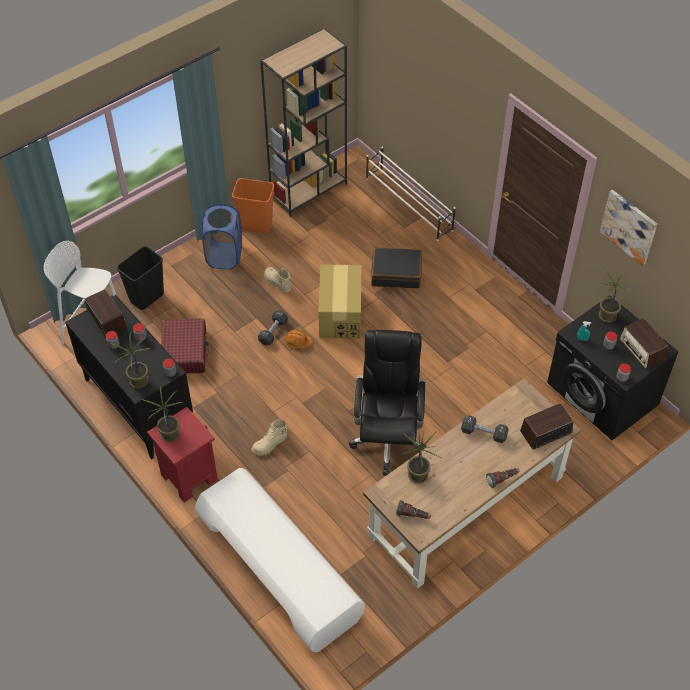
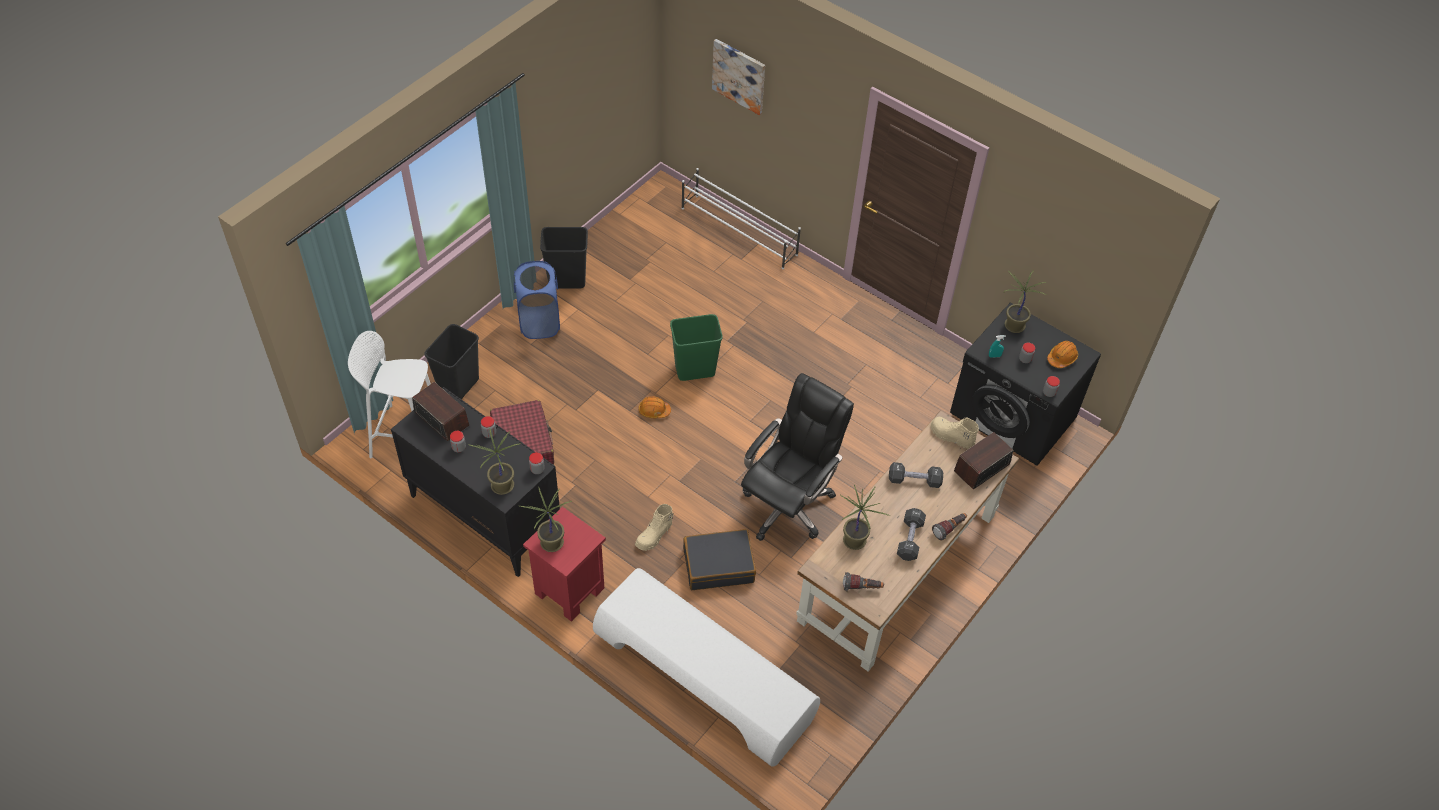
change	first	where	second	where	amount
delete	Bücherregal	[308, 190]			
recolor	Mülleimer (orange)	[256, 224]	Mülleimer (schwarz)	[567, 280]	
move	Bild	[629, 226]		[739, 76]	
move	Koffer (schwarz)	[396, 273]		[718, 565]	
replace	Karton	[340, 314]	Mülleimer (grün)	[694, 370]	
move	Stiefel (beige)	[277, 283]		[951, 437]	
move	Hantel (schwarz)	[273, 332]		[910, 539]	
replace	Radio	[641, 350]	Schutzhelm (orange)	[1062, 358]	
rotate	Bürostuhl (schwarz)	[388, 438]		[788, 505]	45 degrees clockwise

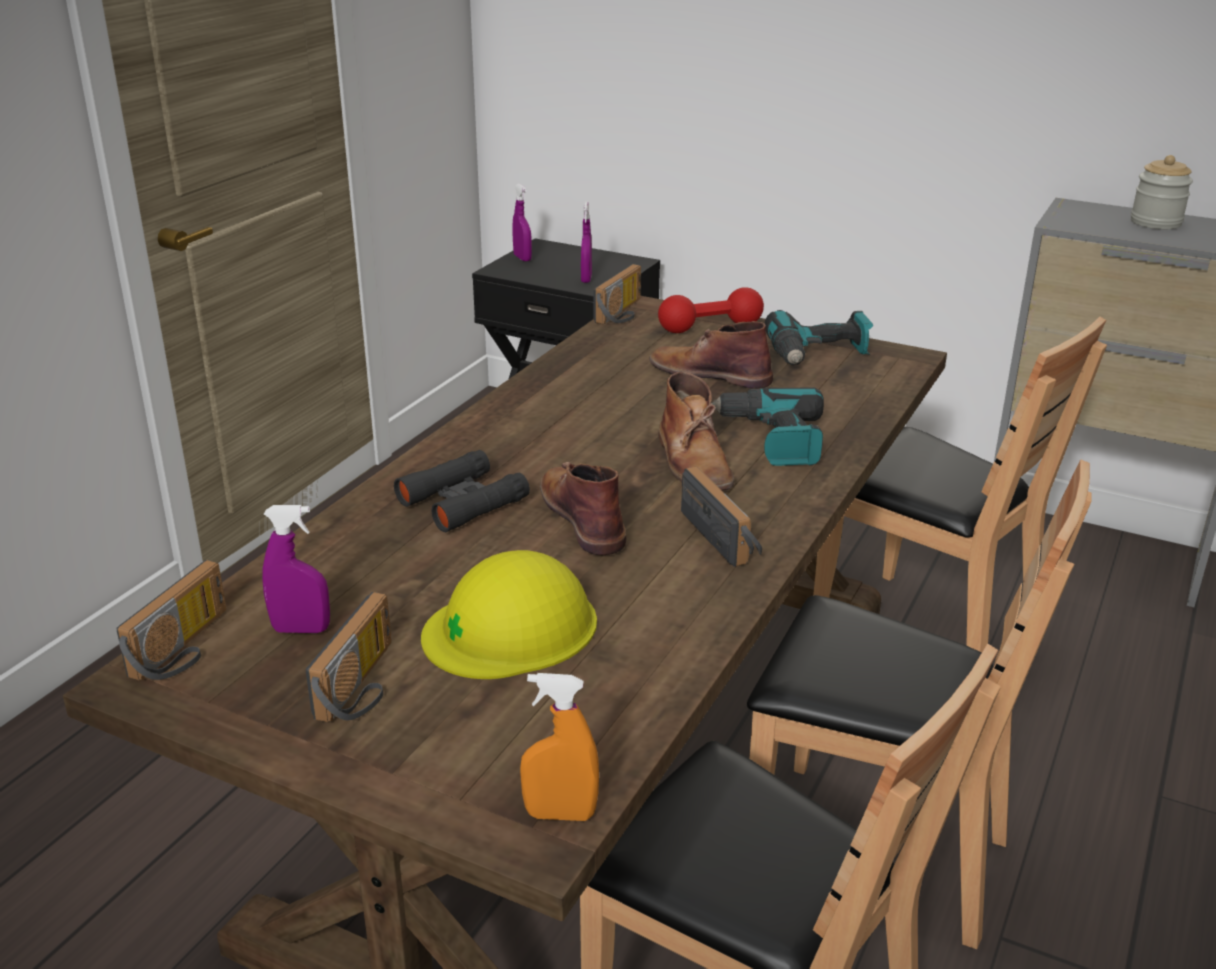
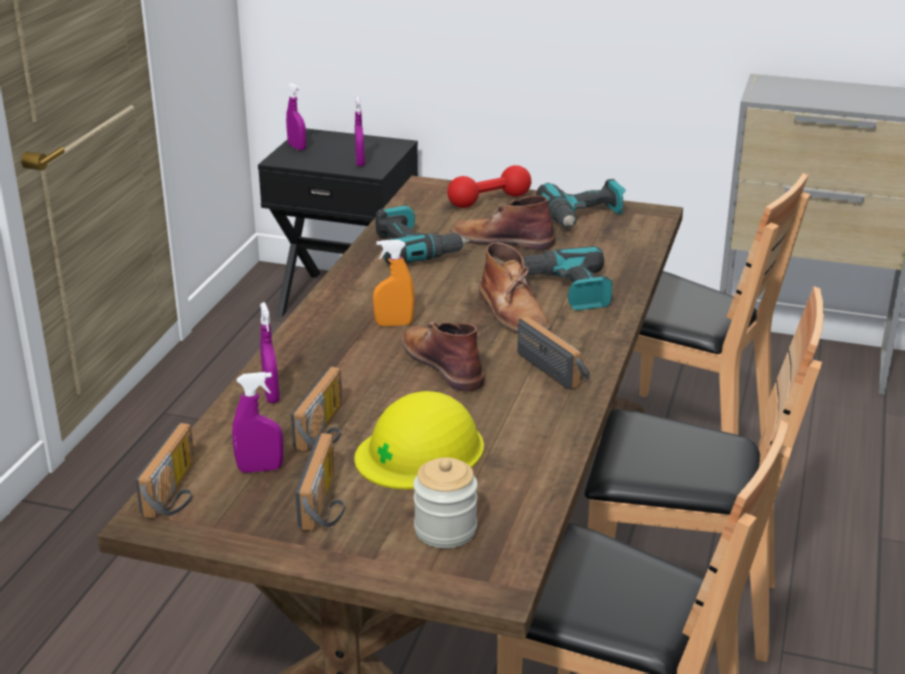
change	first	where	second	where	amount
move	Vorratsglas	[1155, 222]		[445, 530]	
move	Radio	[623, 313]		[326, 429]	
delete	Fernglas (schwarz)	[463, 501]			
move	Sprühflasche (orange)	[560, 814]		[394, 324]	
insert			Bohrmaschine	[415, 249]	
insert			Sprühflasche (lila)	[271, 395]	

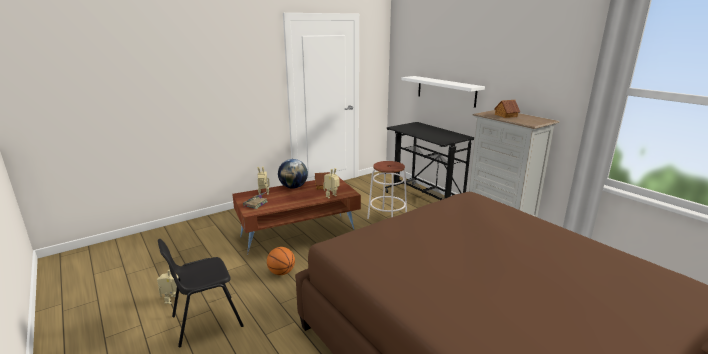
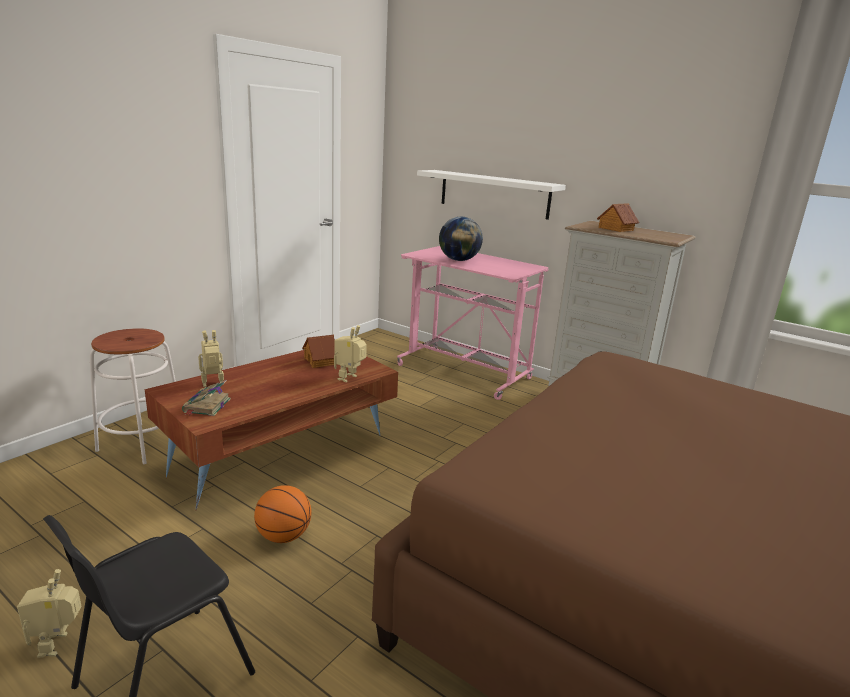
change	first	where	second	where	amount
recolor	Schreibtisch (schwarz)	[424, 199]	Schreibtisch (rosa)	[464, 372]	
move	Globus	[293, 187]		[458, 260]	
move	Hocker (weiß)	[387, 217]		[142, 443]	

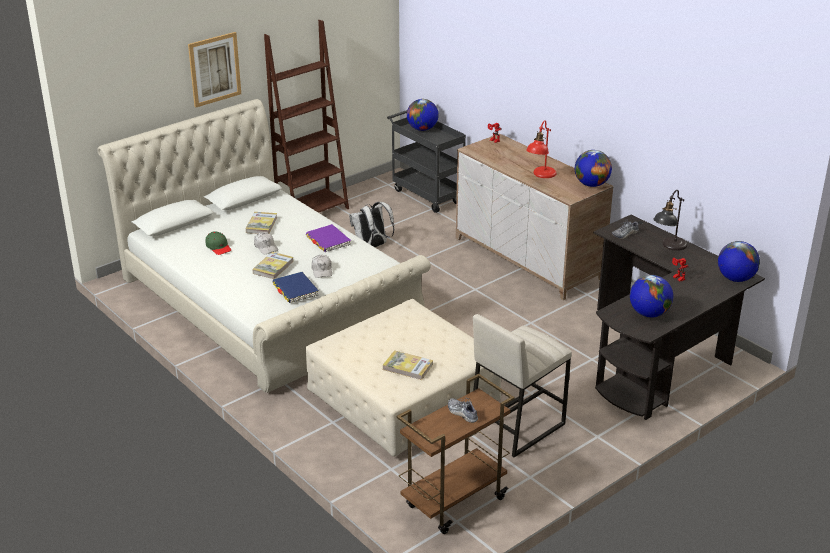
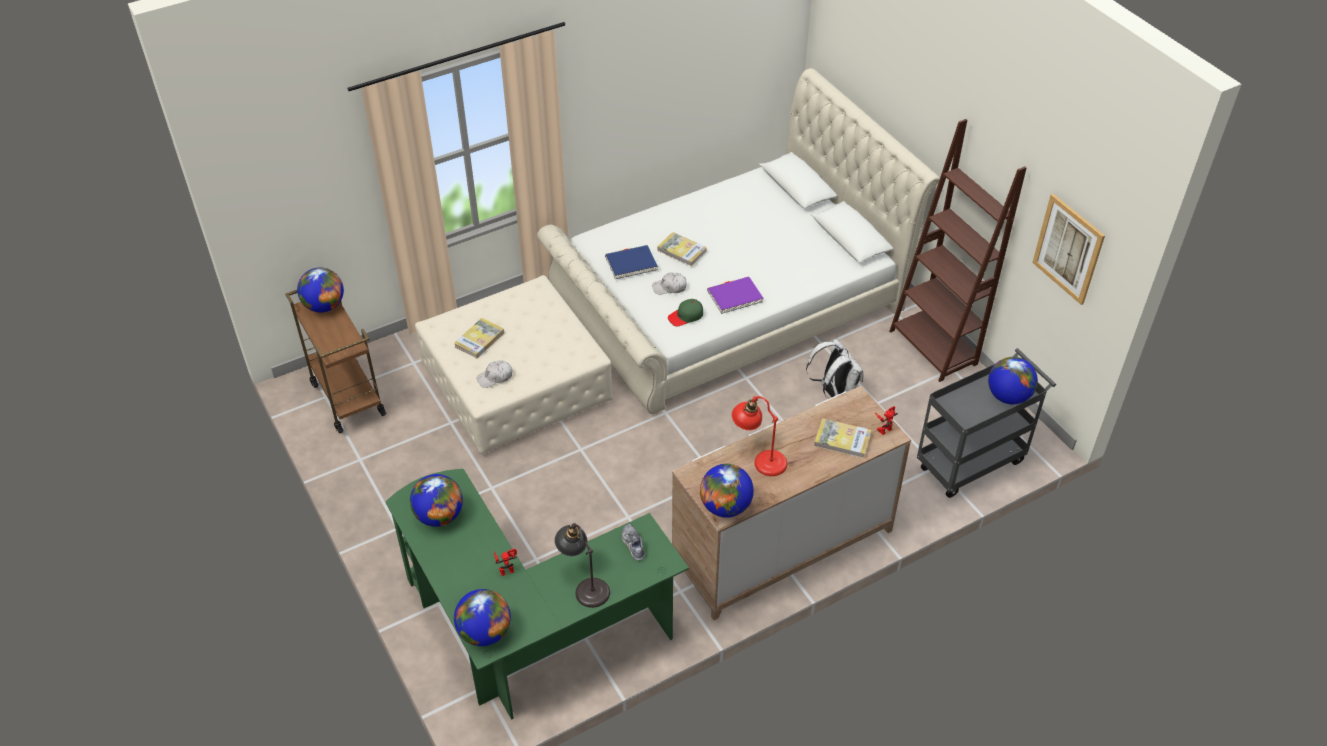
change	first	where	second	where	amount
move	Bild	[214, 69]		[1068, 249]	
move	Buch	[261, 225]		[842, 440]	
recolor	Schreibtisch (schwarz)	[660, 354]	Schreibtisch (grün)	[526, 633]	
move	Kappe (grün)	[218, 247]		[686, 316]	
move	Kappe (weiß)	[265, 247]		[495, 377]	
delete	Hocker (beige)	[517, 426]			
delete	Schuh	[462, 413]			
insert			Globus	[324, 306]	

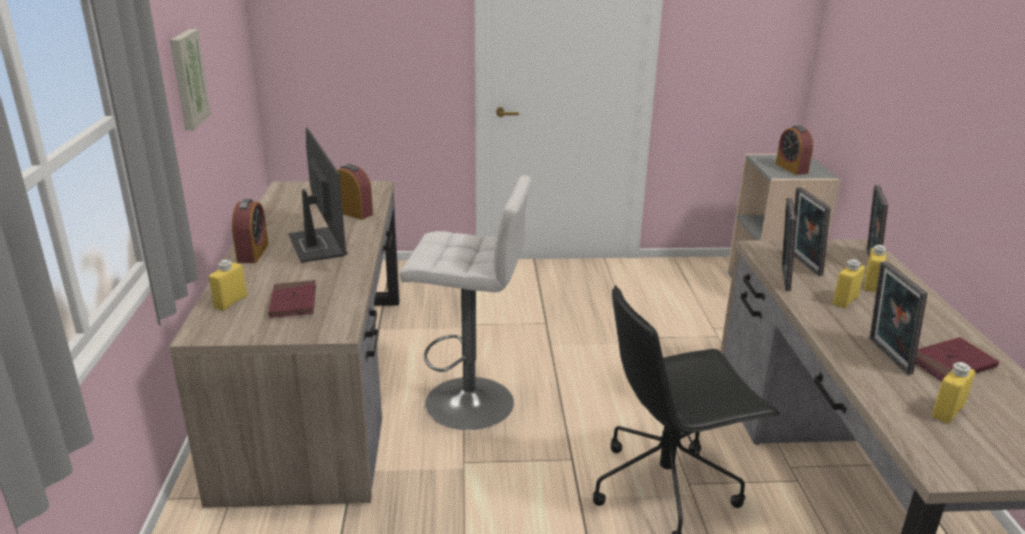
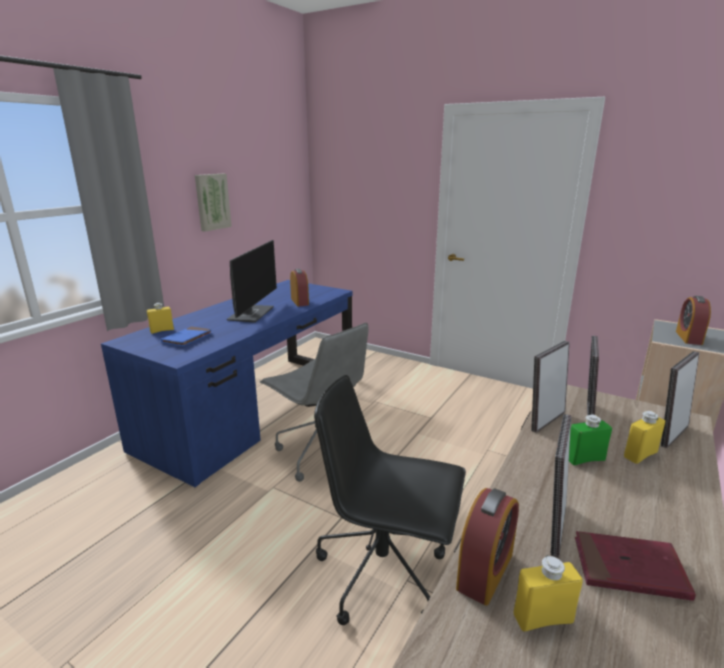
change	first	where	second	where	amount
replace	Hocker (weiß)	[470, 403]	Bürostuhl (grau)	[320, 451]	
recolor	Schreibtisch (braun)	[321, 385]	Schreibtisch (blau)	[255, 409]	
move	Wecker	[253, 253]		[485, 571]	
recolor	Flasche (gelb)	[845, 300]	Flasche (grün)	[585, 459]	
recolor	Buch (rot)	[293, 302]	Buch (blau)	[187, 338]	

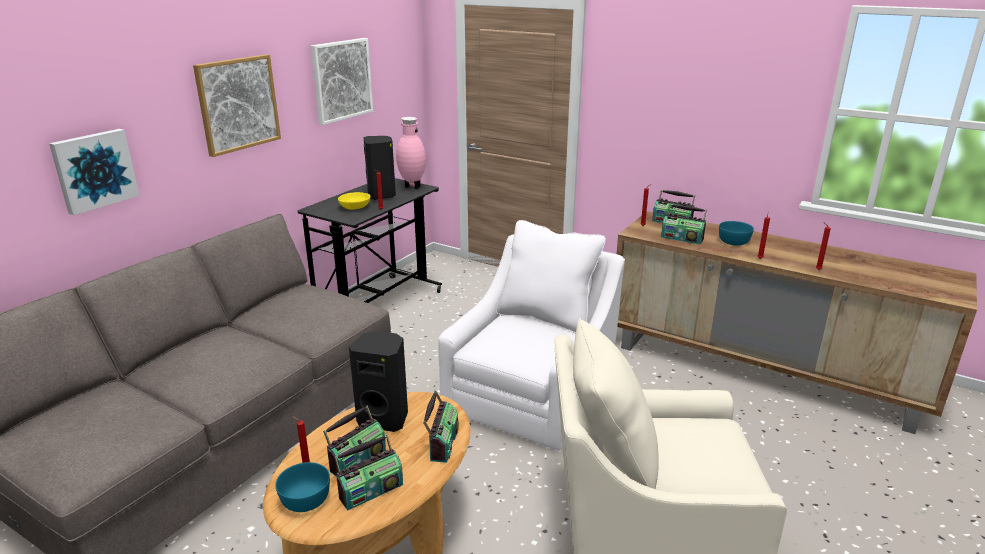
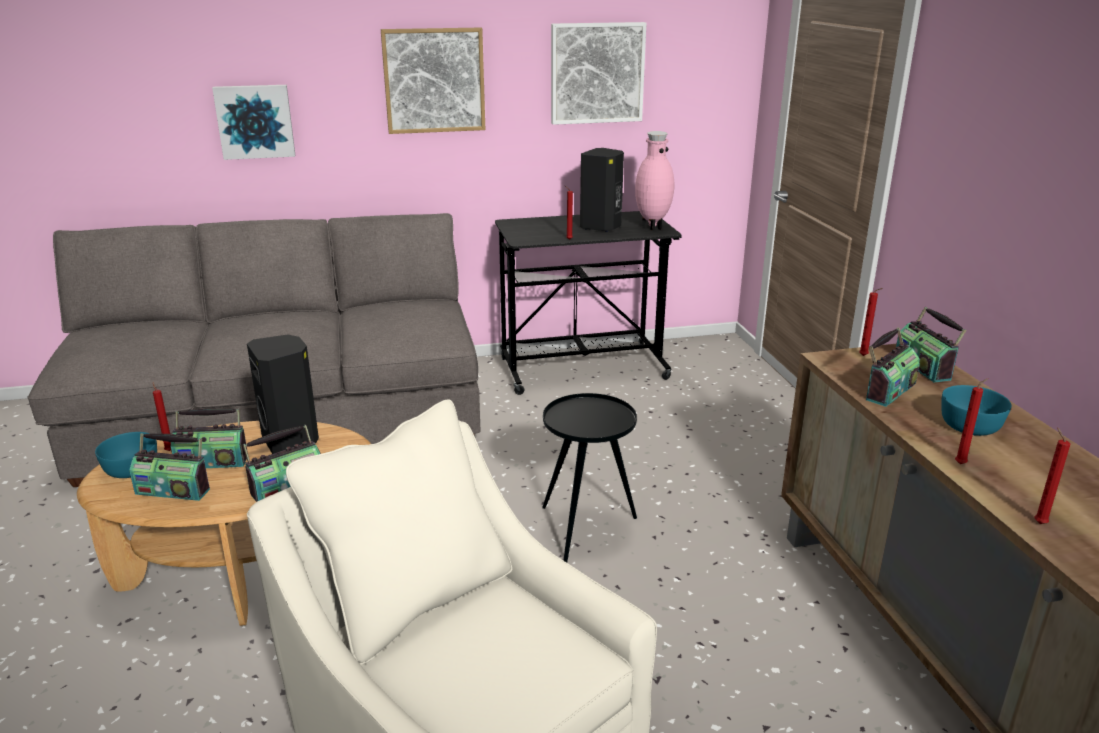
change	first	where	second	where	amount
delete	Schüssel (gelb)	[355, 207]			
rotate	Radio	[682, 238]		[888, 391]	120 degrees counterclockwise
replace	Sessel (weiß)	[532, 394]	Beistelltisch (schwarz)	[587, 529]	

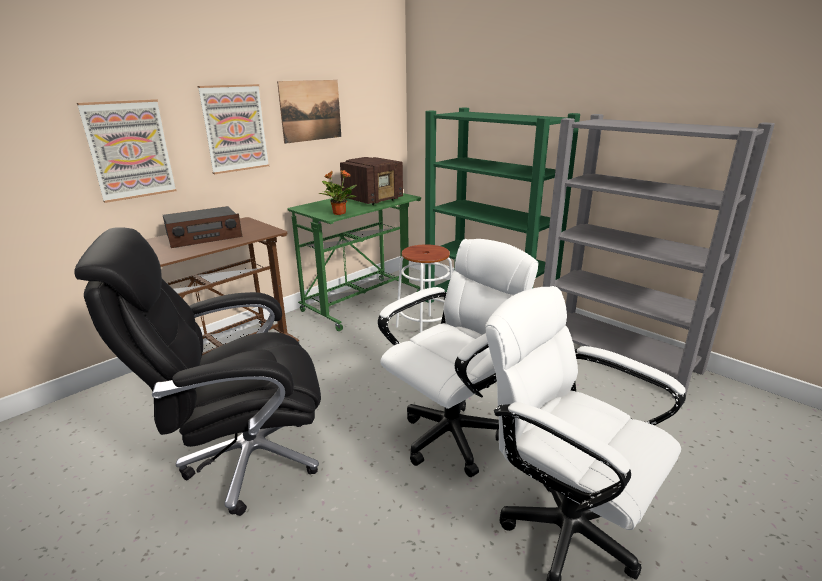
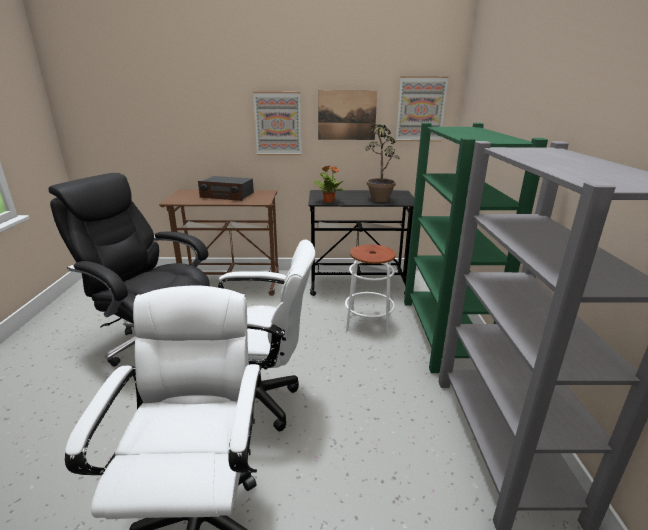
change	first	where	second	where	amount
move	Bild	[129, 150]		[420, 109]	
replace	Radio	[373, 199]	Topfpflanze	[378, 198]	
recolor	Schreibtisch (grün)	[362, 303]	Schreibtisch (schwarz)	[358, 283]	

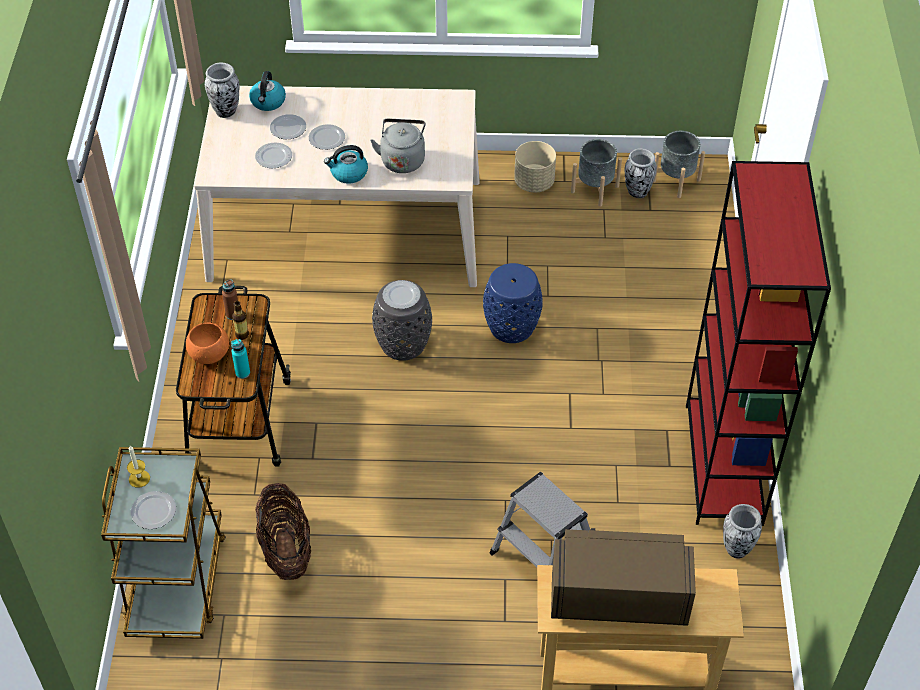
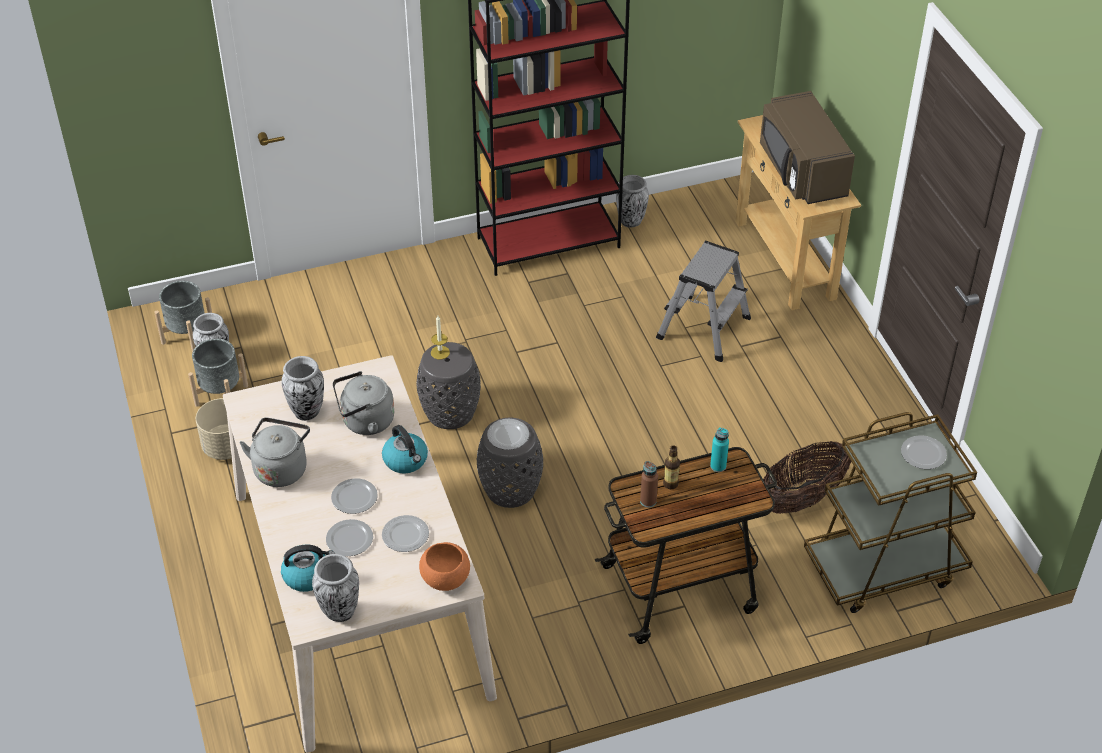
change	first	where	second	where	amount
recolor	Hocker (blau)	[512, 326]	Hocker (grau)	[450, 412]	
move	Schüssel (orange)	[209, 353]		[445, 578]	
move	Kerze	[139, 478]		[440, 352]	
insert			Vase	[307, 412]	
insert			Wasserkessel (grau)	[281, 468]	

